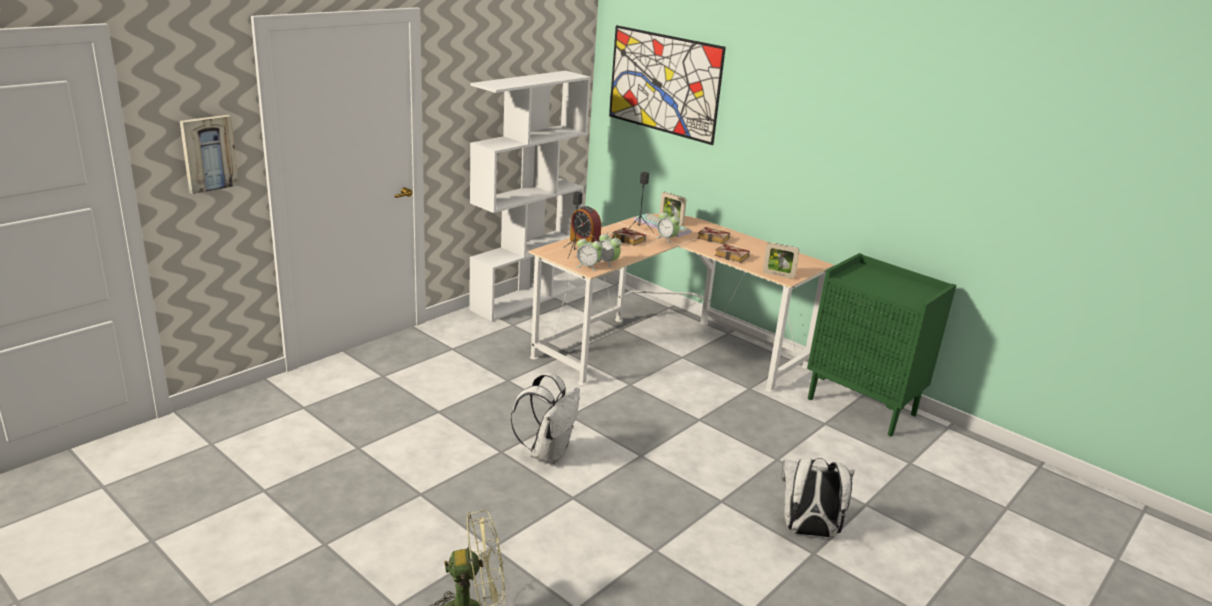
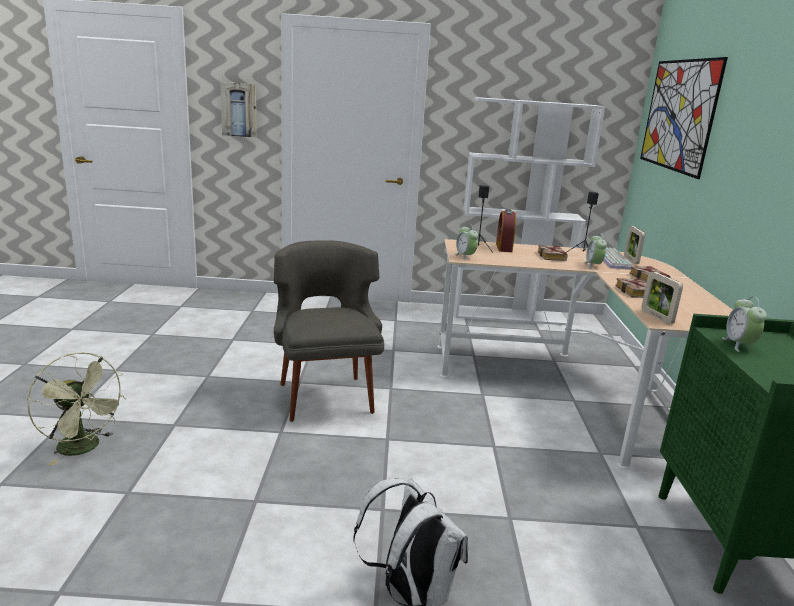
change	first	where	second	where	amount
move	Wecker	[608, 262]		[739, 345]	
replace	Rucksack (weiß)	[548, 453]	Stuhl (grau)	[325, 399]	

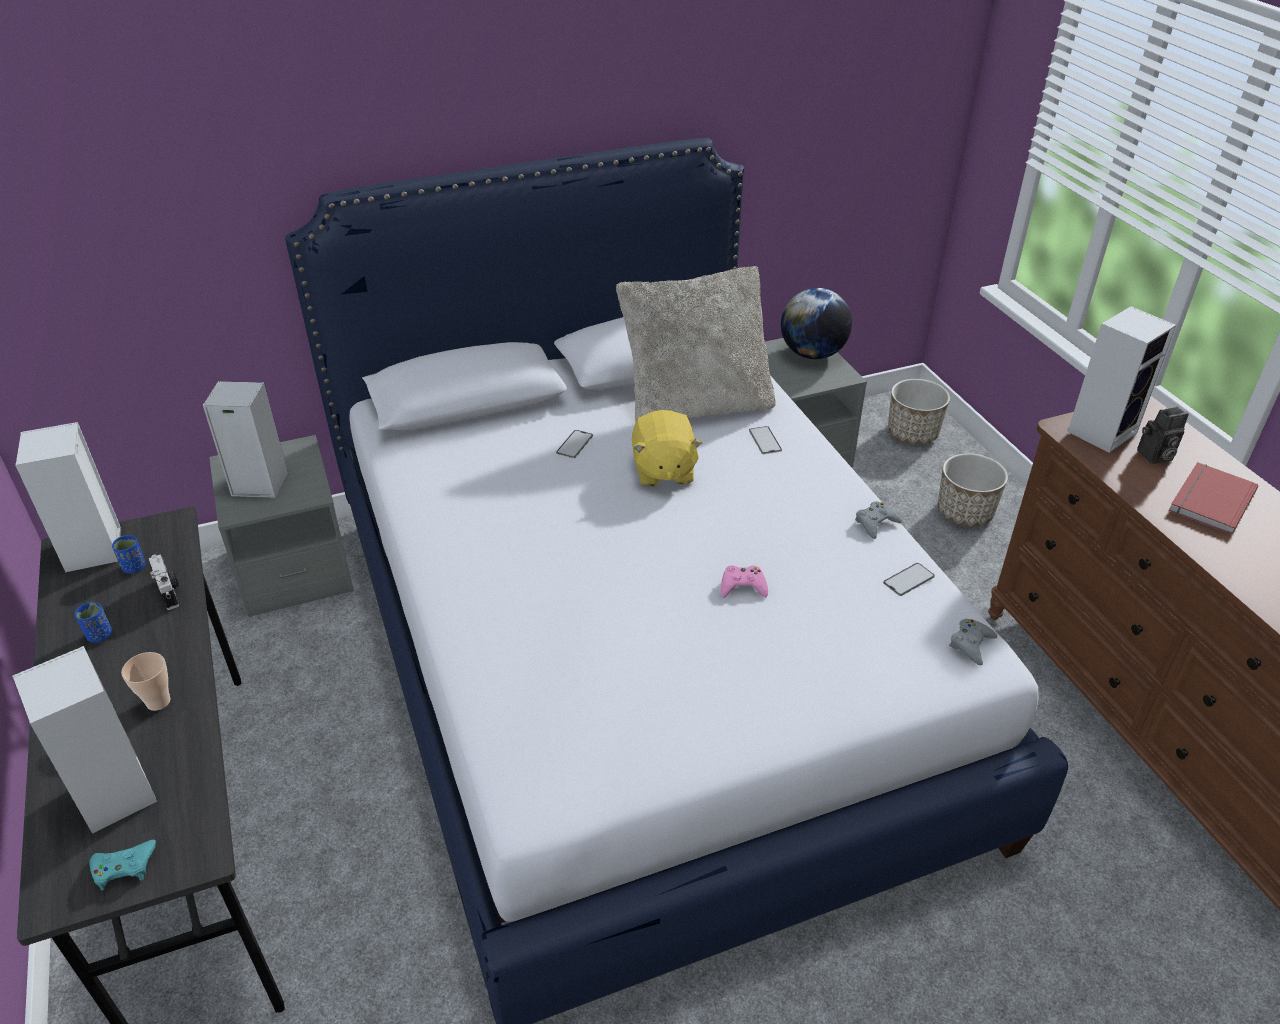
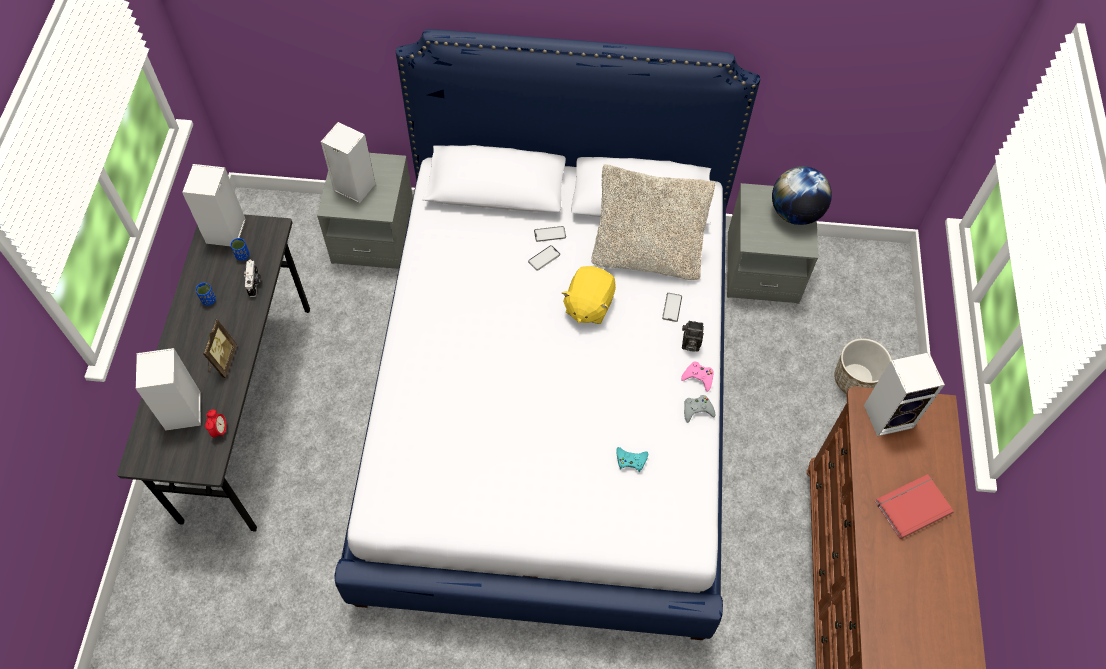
change	first	where	second	where	amount
delete	Pflanzkübel	[912, 433]			
move	Kamera	[1154, 456]		[689, 344]	
move	Handy	[908, 579]		[550, 234]	
move	Gamepad (rosa)	[743, 586]		[698, 377]	
delete	Gamepad (grau)	[971, 644]			
replace	Tasse	[158, 702]	Bilderrahmen	[222, 361]	
move	Gamepad (türkis)	[124, 867]		[631, 460]	
insert			Wecker	[220, 430]	

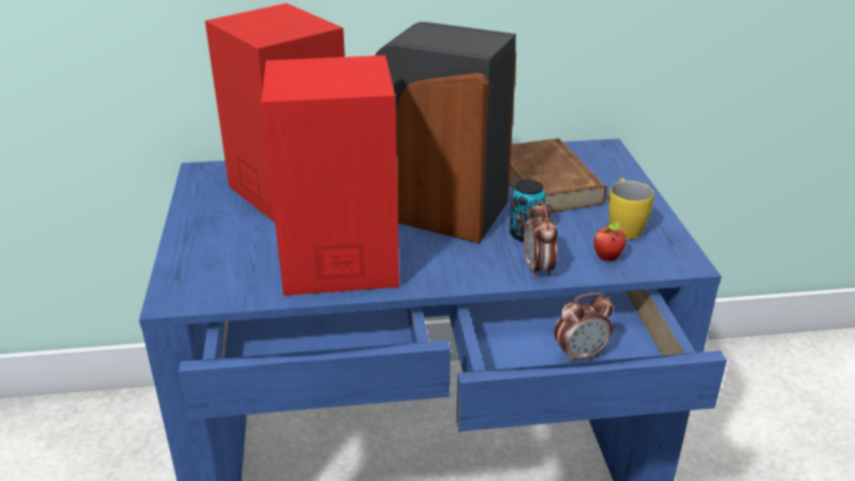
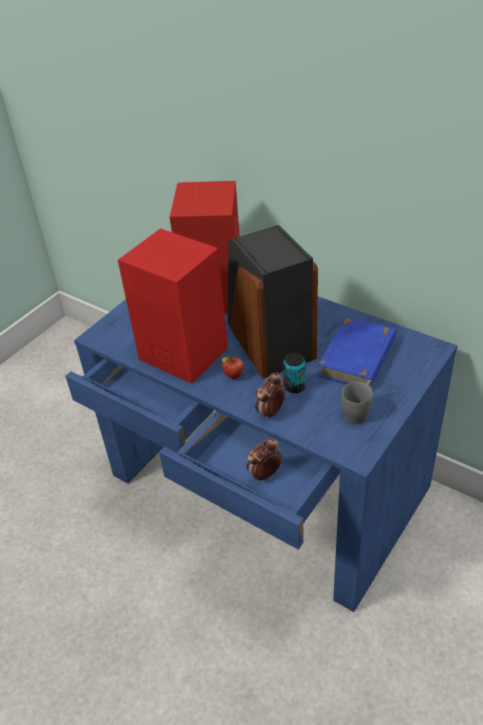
change	first	where	second	where	amount
recolor	Buch (braun)	[547, 183]	Buch (blau)	[357, 357]	
recolor	Henkelbecher (gelb)	[623, 226]	Henkelbecher (grau)	[358, 411]	
move	Apfel	[608, 258]		[233, 377]	
rotate	Wecker	[580, 354]		[264, 474]	120 degrees clockwise

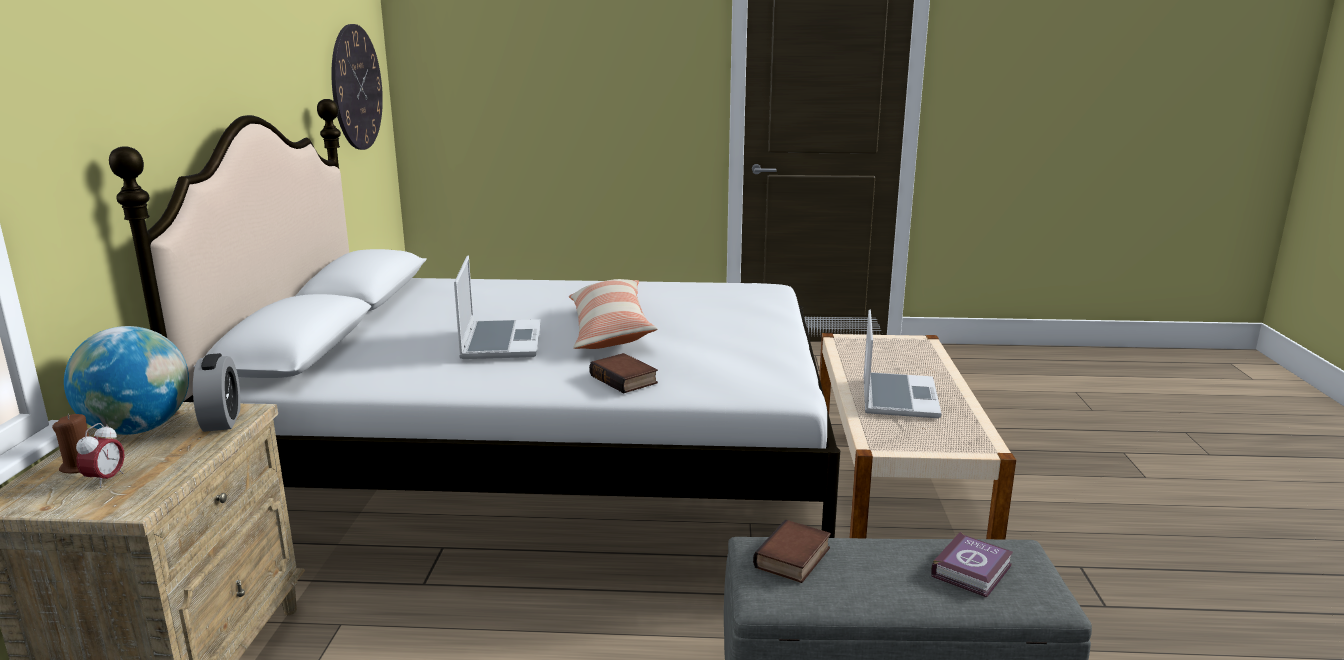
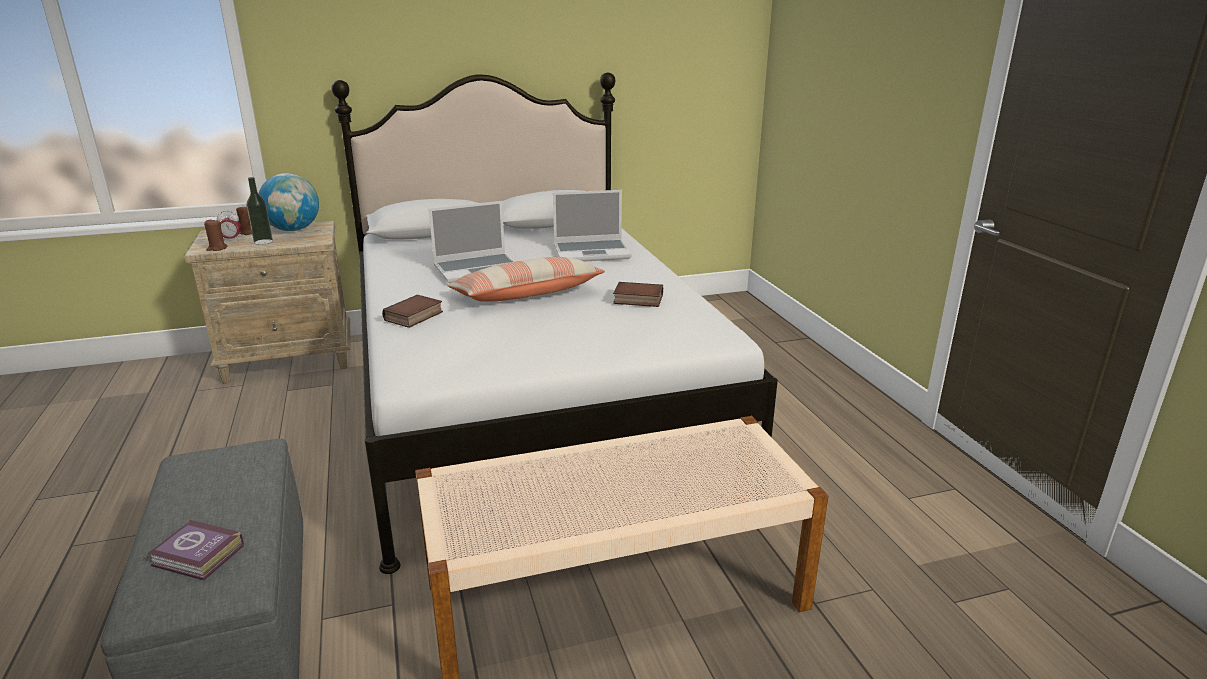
change	first	where	second	where	amount
delete	Wanduhr	[356, 87]			
move	Laptop	[897, 397]		[592, 252]	
delete	Wecker	[222, 420]			
move	Buch	[794, 559]		[637, 300]	
insert			Flasche	[263, 242]	
insert			Kerze (braun)	[217, 248]	

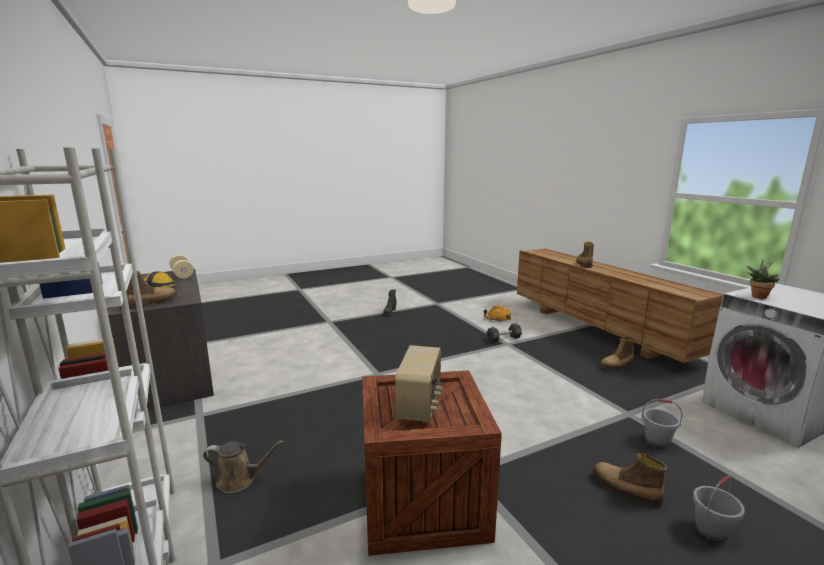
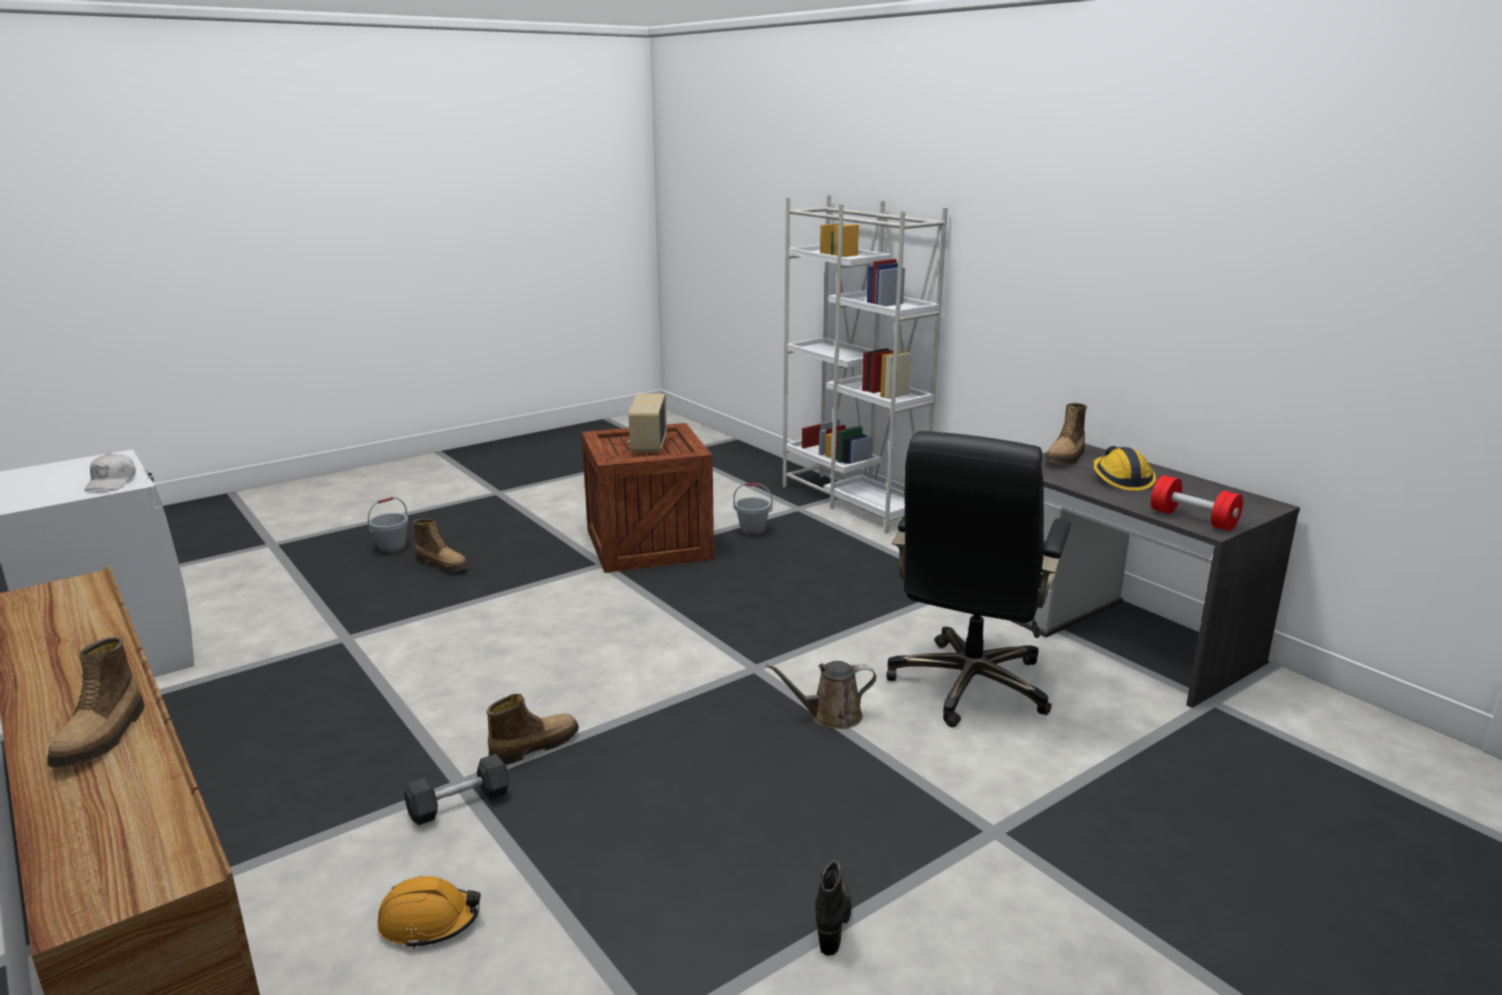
change	first	where	second	where	amount
recolor	Hantel (beige)	[182, 274]	Hantel (rot)	[1193, 519]	
replace	Topfpflanze	[758, 296]	Kappe (weiß)	[112, 482]	
move	Stiefel	[616, 366]		[534, 746]	
move	Eimer (grau)	[657, 441]		[753, 531]	
move	Gießkanne (braun)	[239, 480]		[830, 716]	
insert			Bürostuhl (schwarz)	[971, 682]	

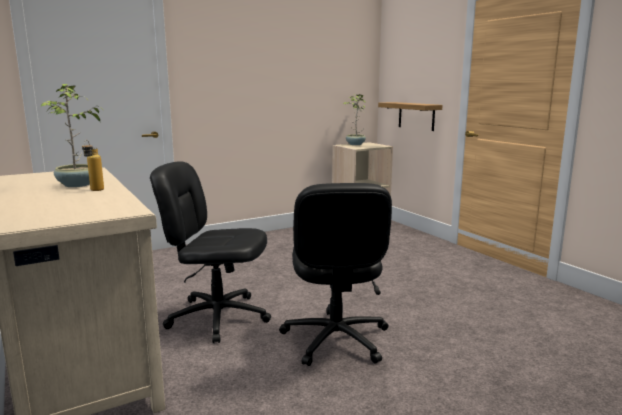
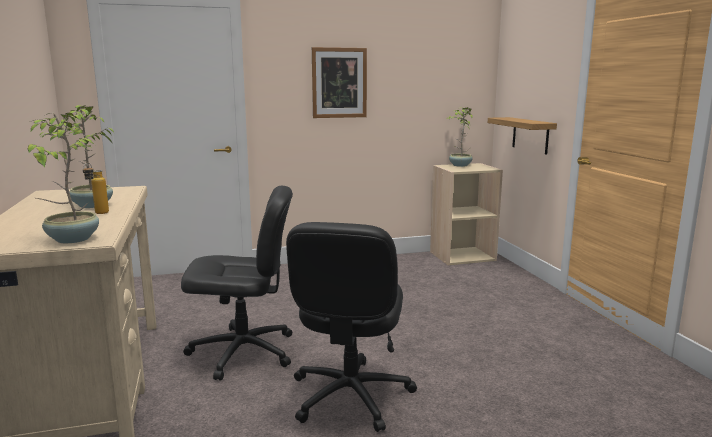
change	first	where	second	where	amount
rotate	Bürostuhl (schwarz)	[218, 317]		[243, 352]	150 degrees clockwise
insert			Bild	[339, 83]	
insert			Topfpflanze	[71, 239]	

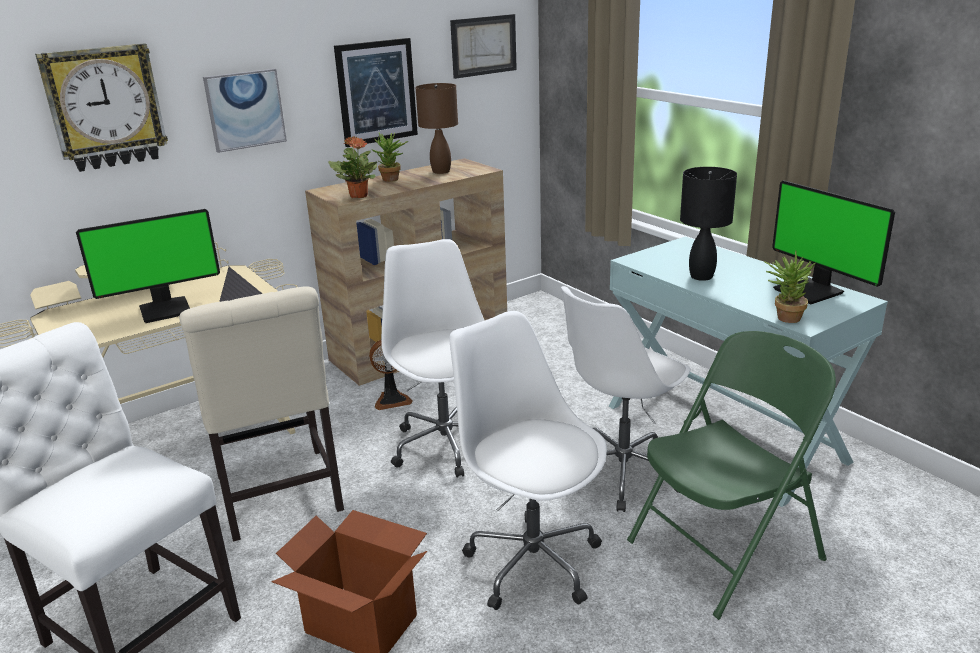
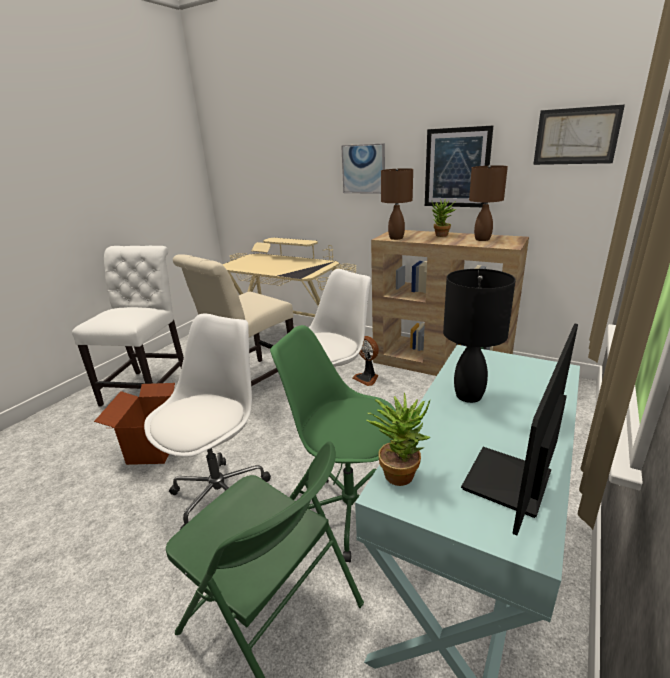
change	first	where	second	where	amount
delete	Wanduhr	[105, 107]			
replace	Topfpflanze	[358, 196]	Tischlampe (braun)	[396, 238]	
delete	Monitor	[166, 309]			
recolor	Bürostuhl (weiß)	[620, 476]	Bürostuhl (grün)	[346, 512]	

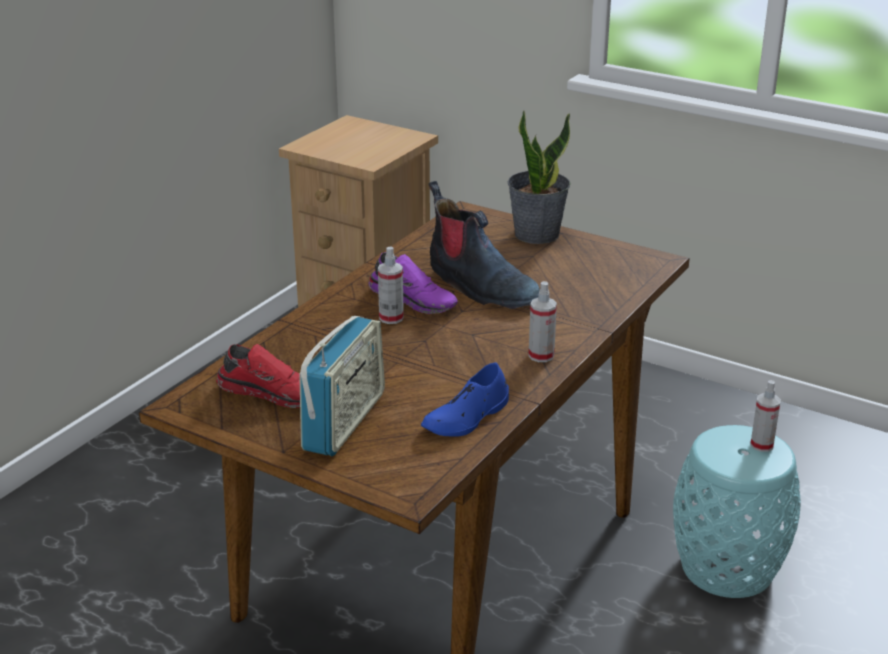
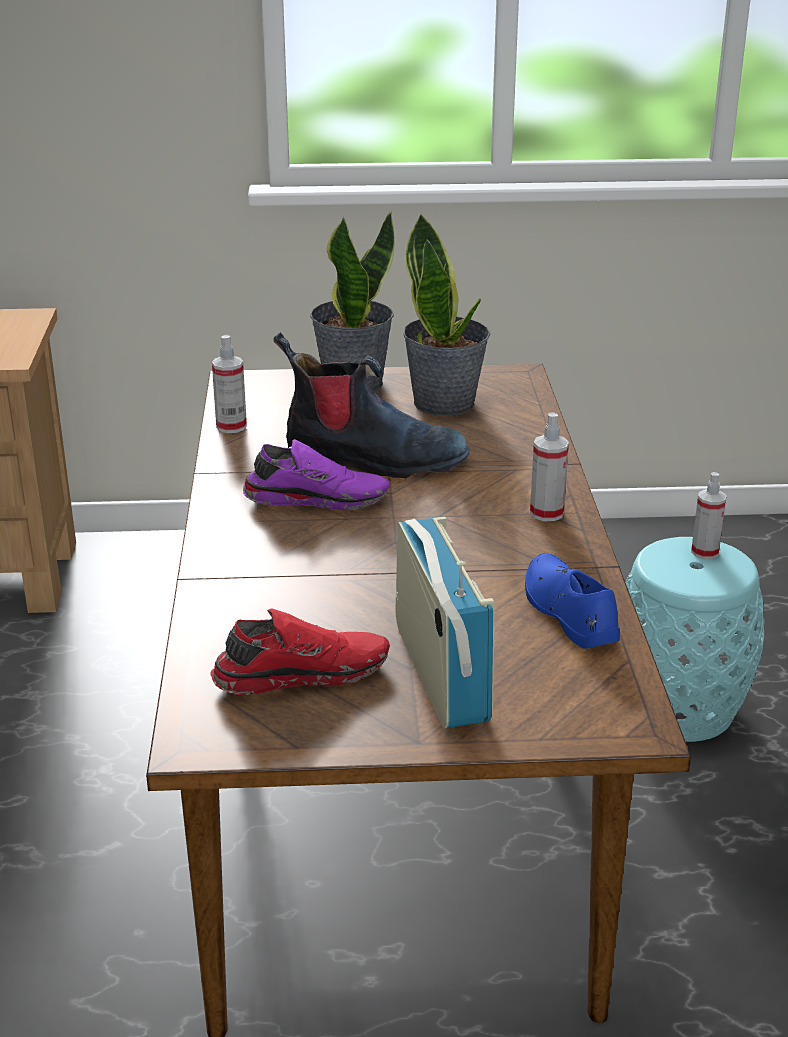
change	first	where	second	where	amount
move	Sprühflasche	[391, 318]		[231, 426]	
rotate	Schuh (blau)	[466, 417]		[568, 612]	150 degrees clockwise
insert			Topfpflanze	[445, 403]	

